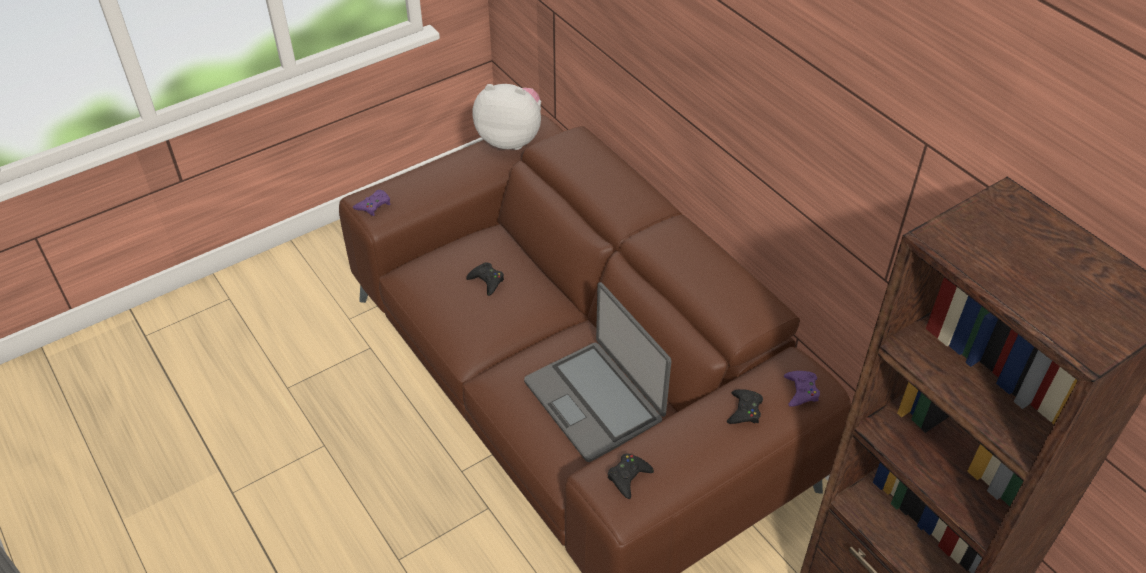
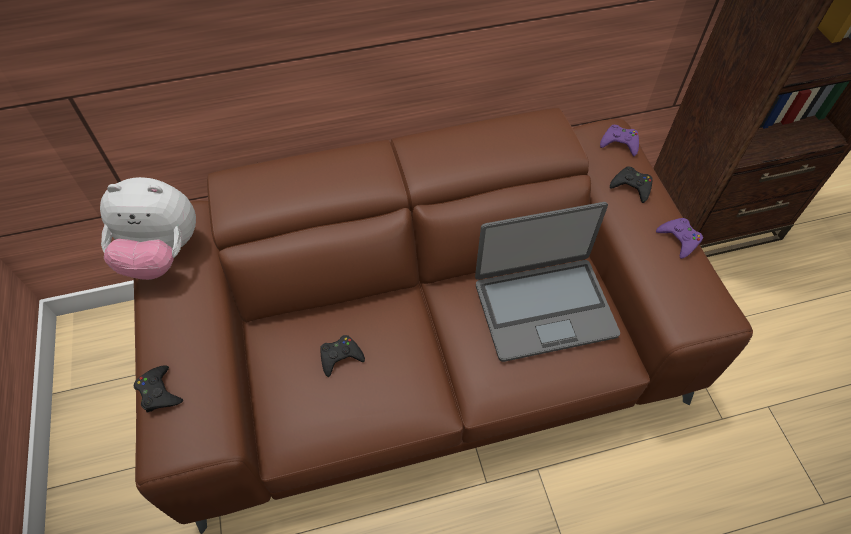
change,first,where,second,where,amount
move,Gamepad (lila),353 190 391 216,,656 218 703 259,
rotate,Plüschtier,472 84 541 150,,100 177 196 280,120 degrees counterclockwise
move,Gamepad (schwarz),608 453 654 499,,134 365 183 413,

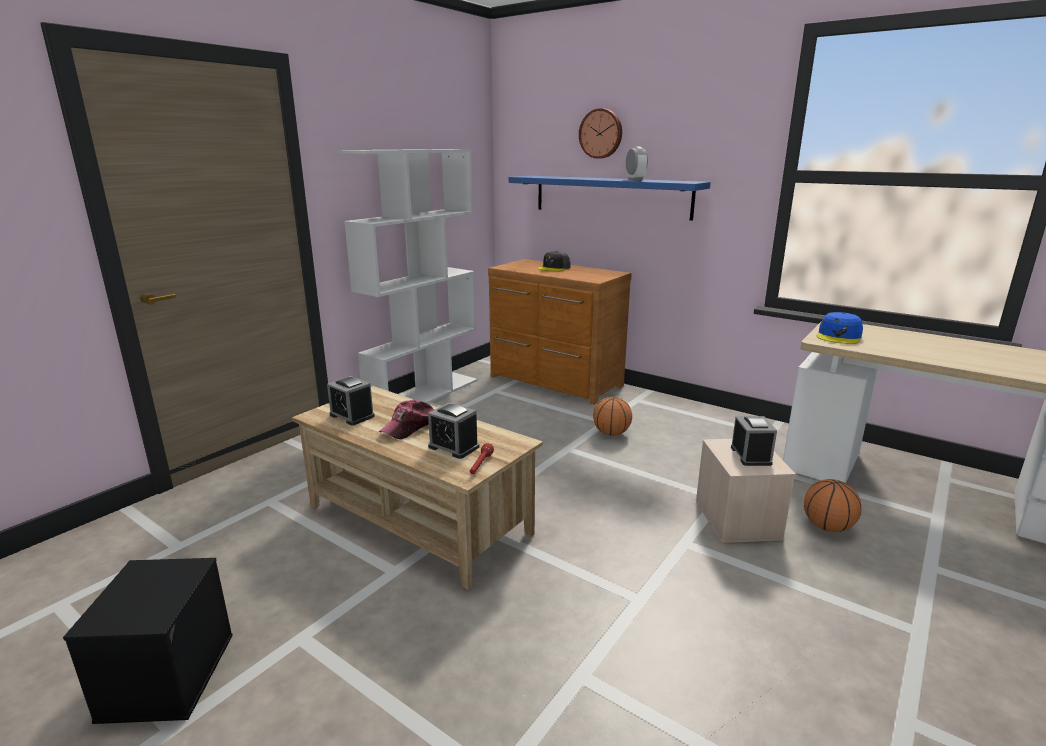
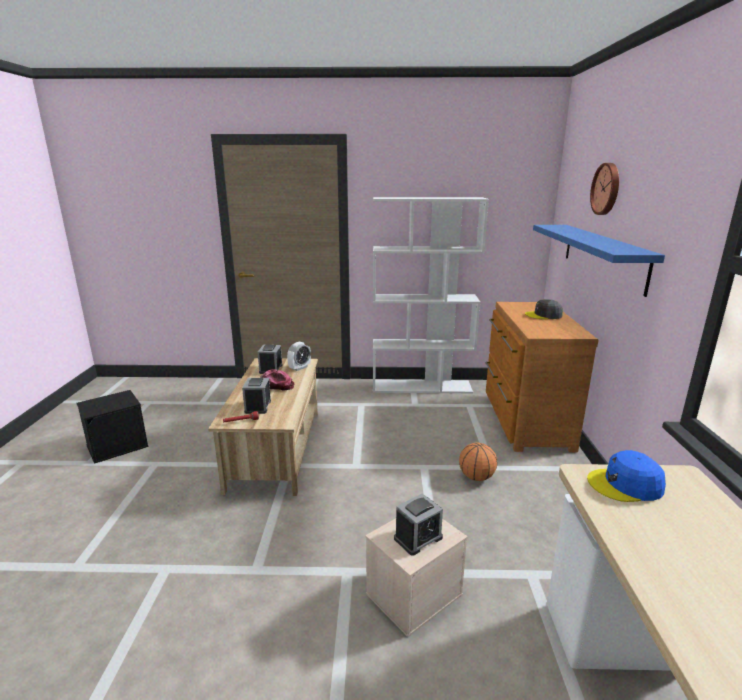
change,first,where,second,where,amount
move,Wecker,626 147 648 181,,287 342 311 371,
delete,Basketball,804 479 861 532,,,

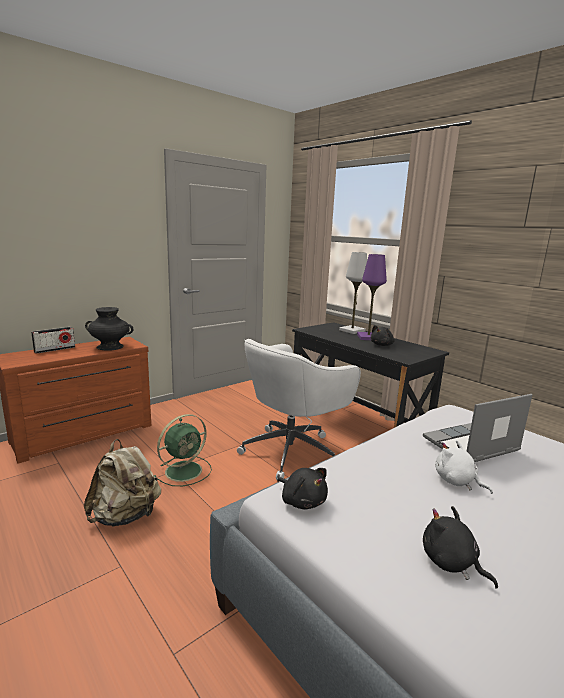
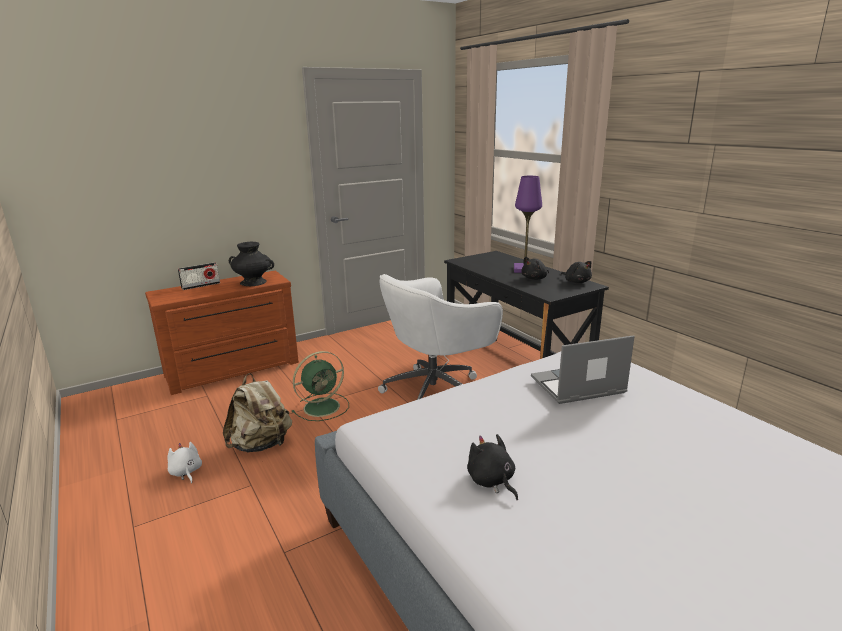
change,first,where,second,where,amount
move,Plüschtier (schwarz),277 468 328 510,,560 261 592 283,
delete,Tischlampe (weiß),339 252 367 334,,,
move,Plüschtier (weiß),435 440 493 494,,167 442 202 484,

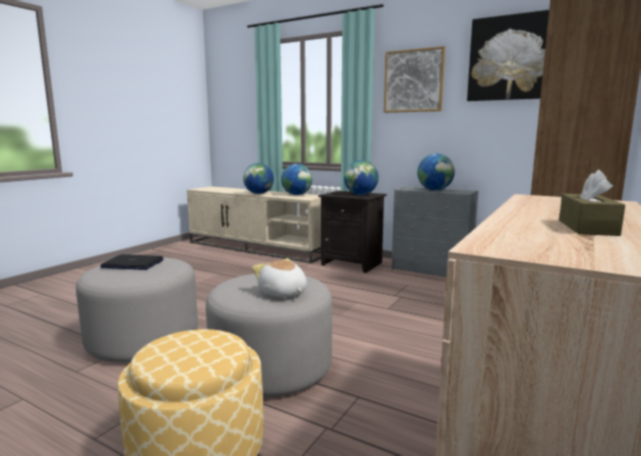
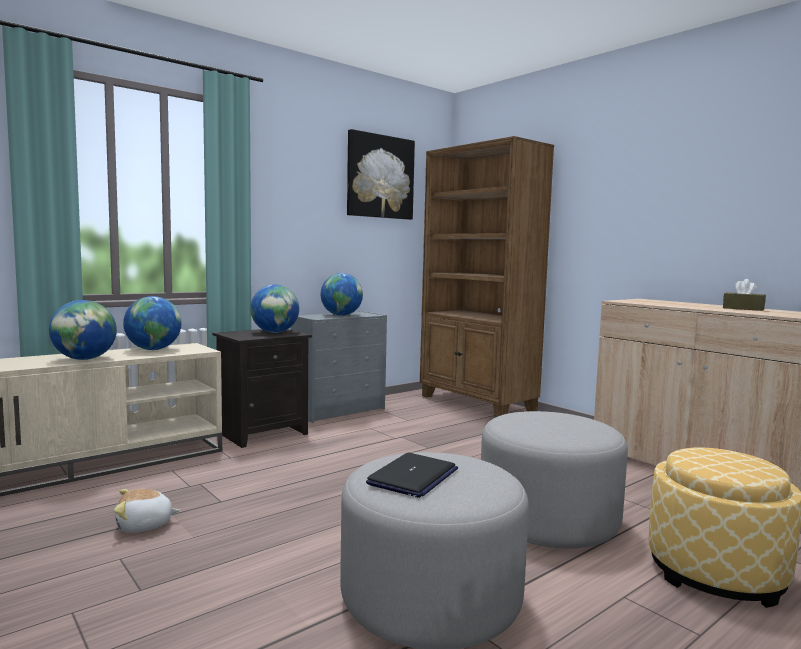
change,first,where,second,where,amount
move,Plüschtier,252 258 307 297,,114 489 180 533,
delete,Bild,384 46 445 113,,,

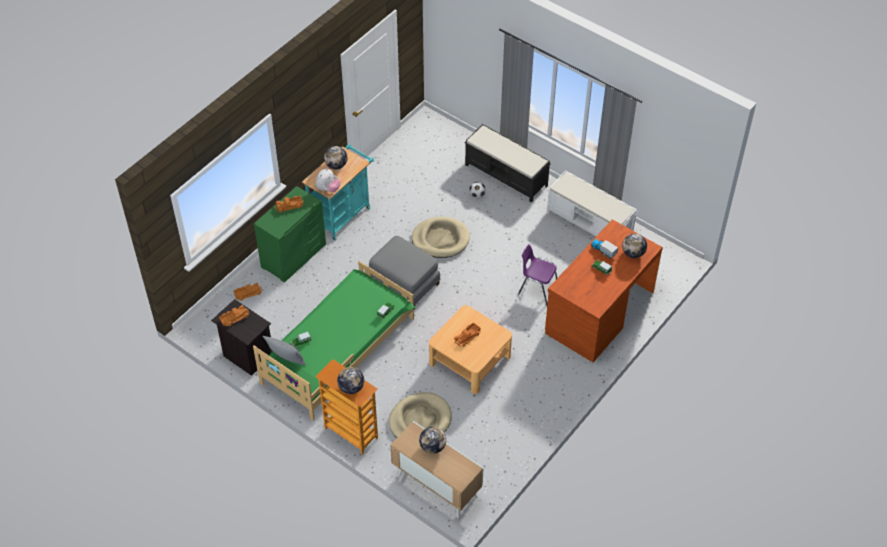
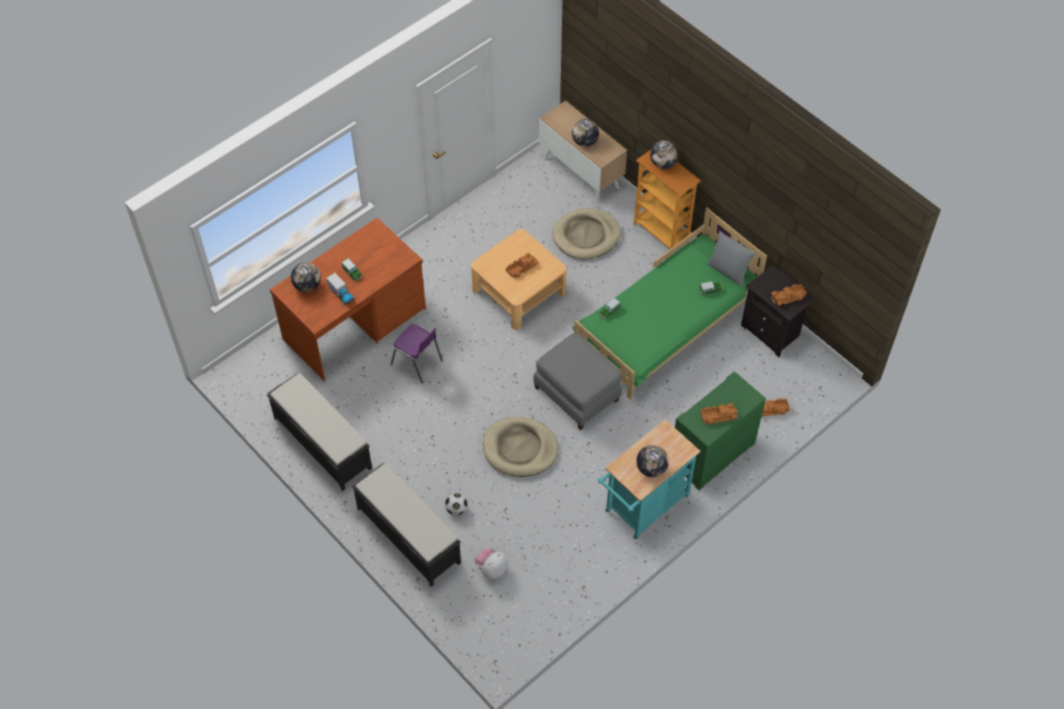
change,first,where,second,where,amount
move,Plüschtier,315 168 341 192,,475 548 508 579,
recolor,Bank (weiß),547 170 638 236,Bank (schwarz),267 373 372 491,

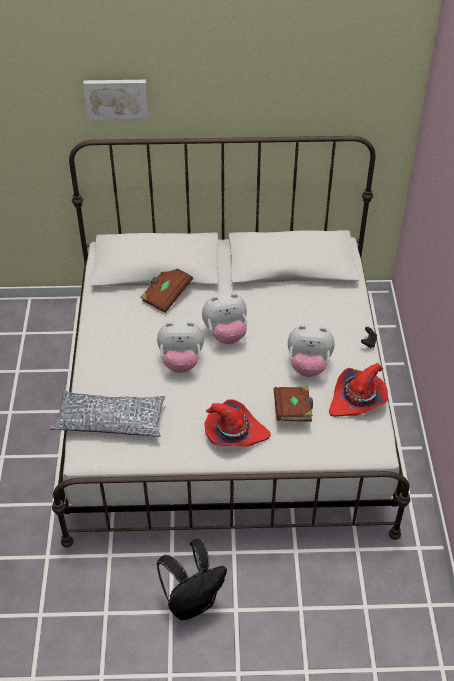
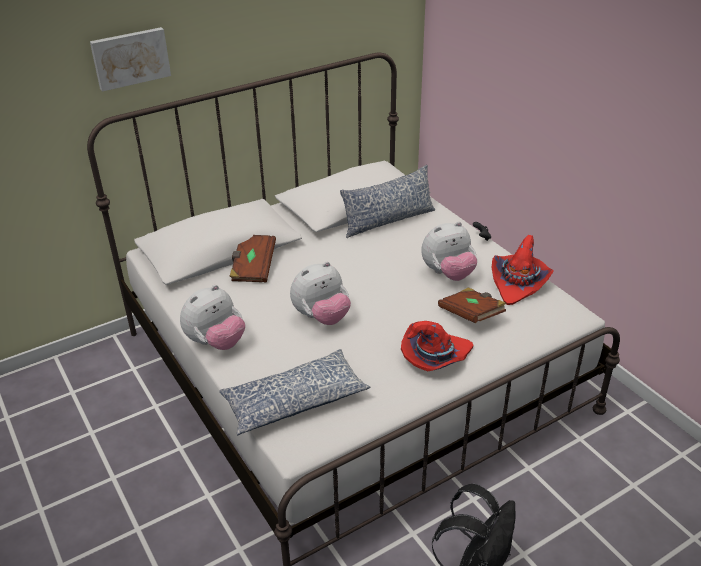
change,first,where,second,where,amount
move,Plüschtier,202 292 247 344,,180 285 245 350,
insert,,,Kissen,340 165 435 238,

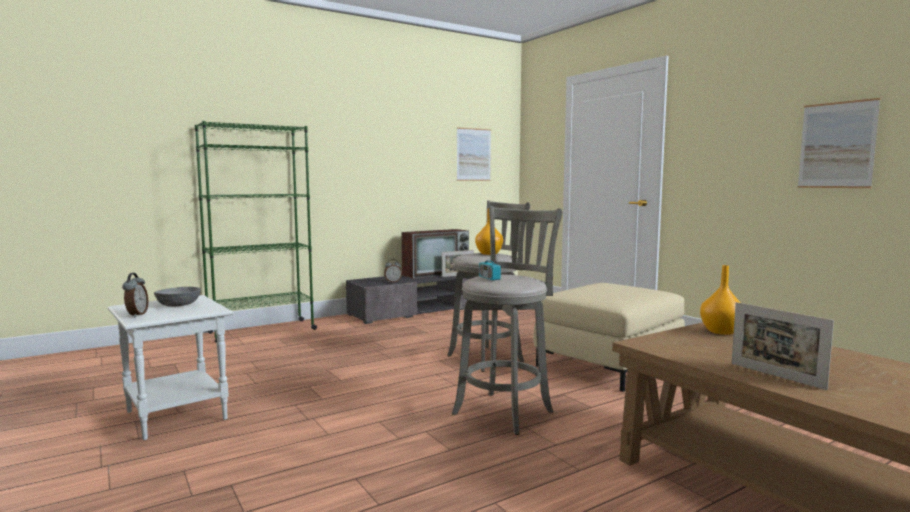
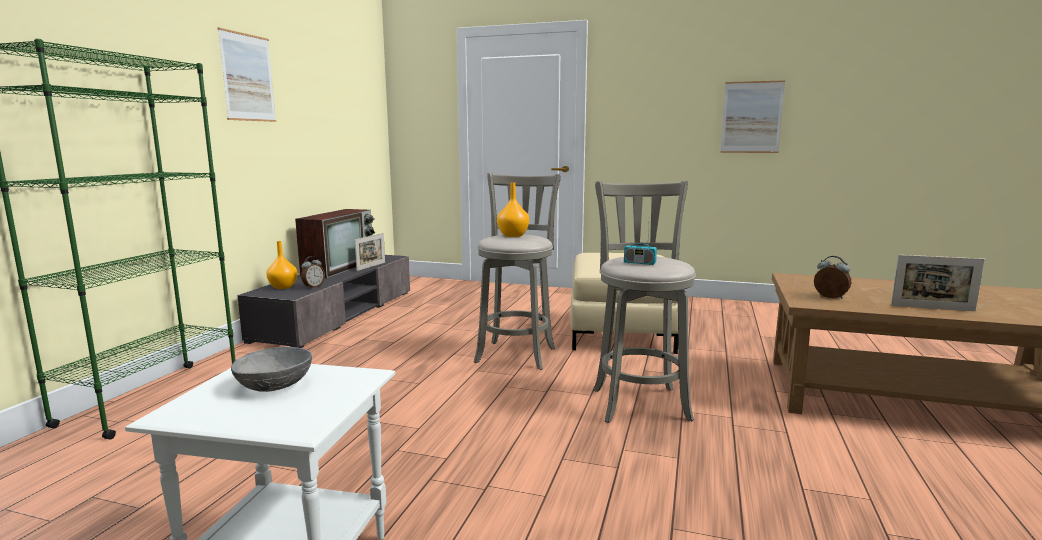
change,first,where,second,where,amount
move,Wecker,122 273 148 317,,814 256 851 299,
move,Bild,457 127 491 181,,218 28 276 122,
move,Vase (orange),700 265 741 335,,266 241 298 289,

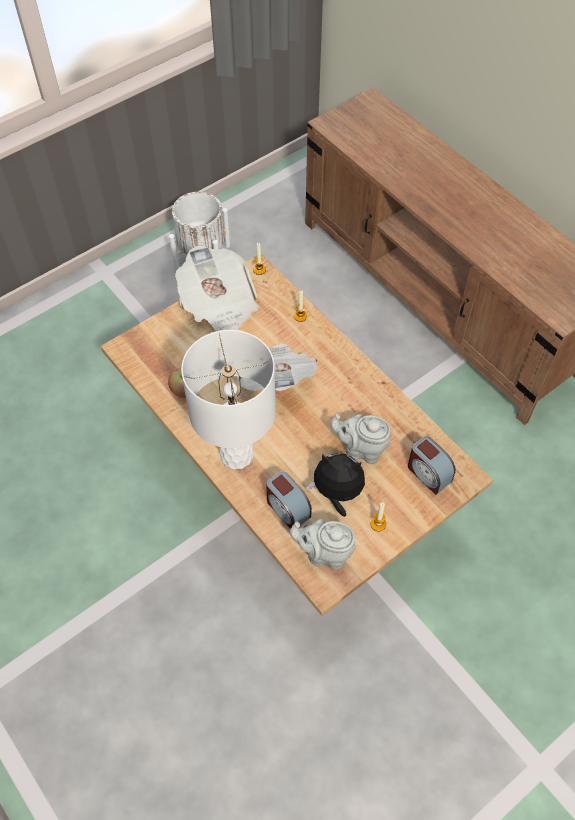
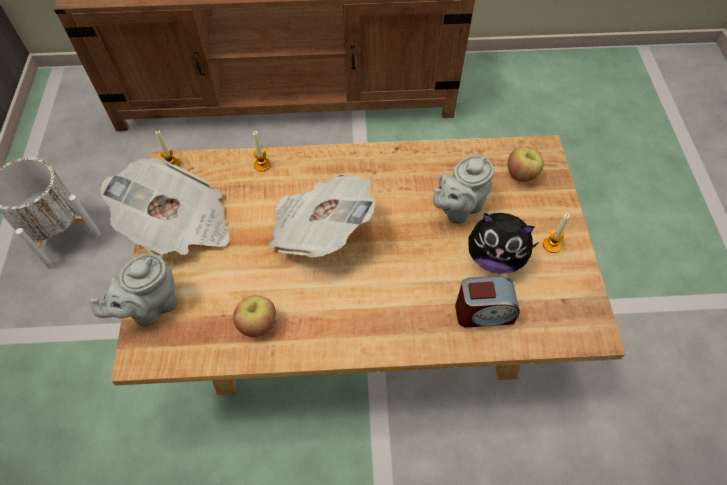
change,first,where,second,where,amount
delete,Tischlampe (weiß),181 330 276 470,,,
move,Teekanne (grau),290 519 356 570,,90 254 177 326,
rotate,Plüschtier,306 453 365 517,,469 213 539 274,120 degrees counterclockwise
replace,Wecker,408 436 456 495,Apfel,508 146 544 182,

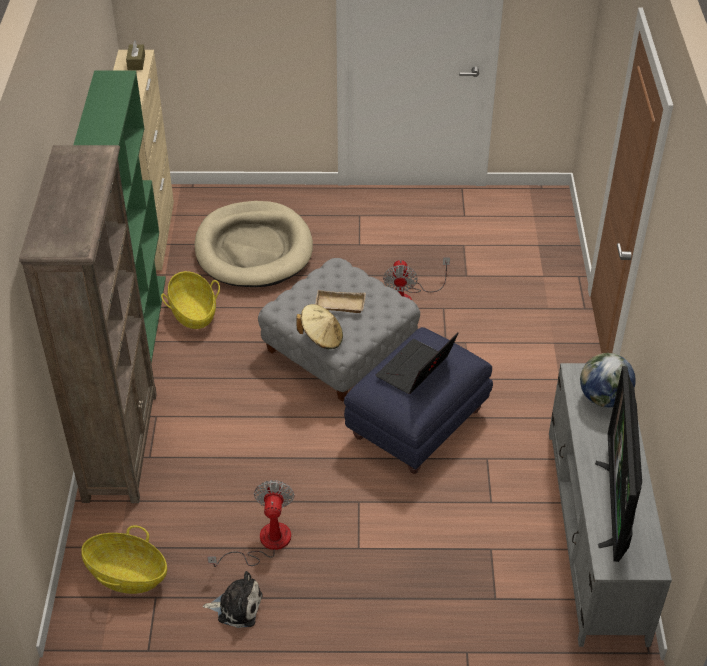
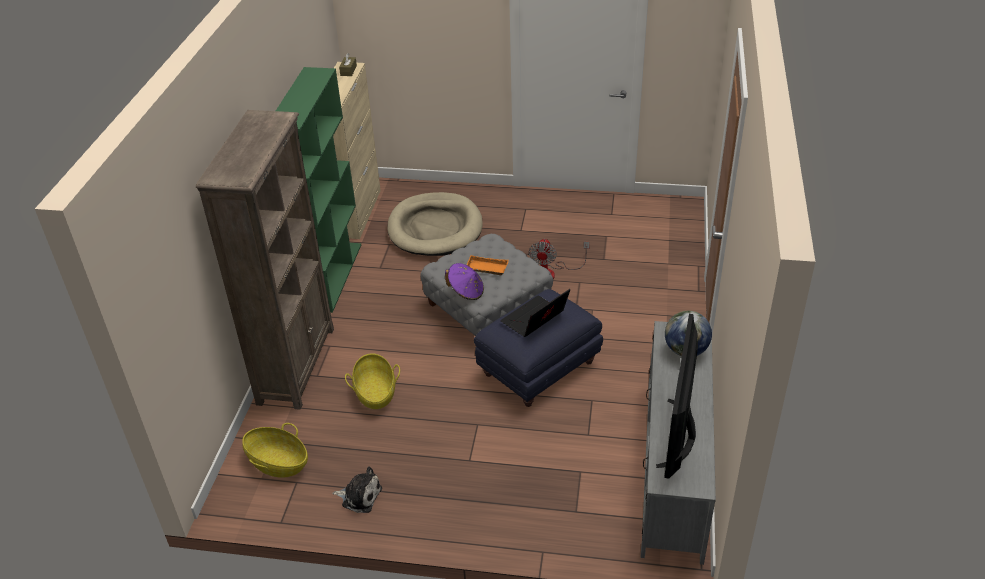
change,first,where,second,where,amount
move,Korb,161 271 220 329,,345 353 400 409,
delete,Ventilator,207 480 295 567,,,
recolor,Hut (beige),297 304 343 349,Hut (lila),445 263 484 300,
recolor,Tablett (beige),315 290 366 313,Tablett (orange),467 255 509 275,

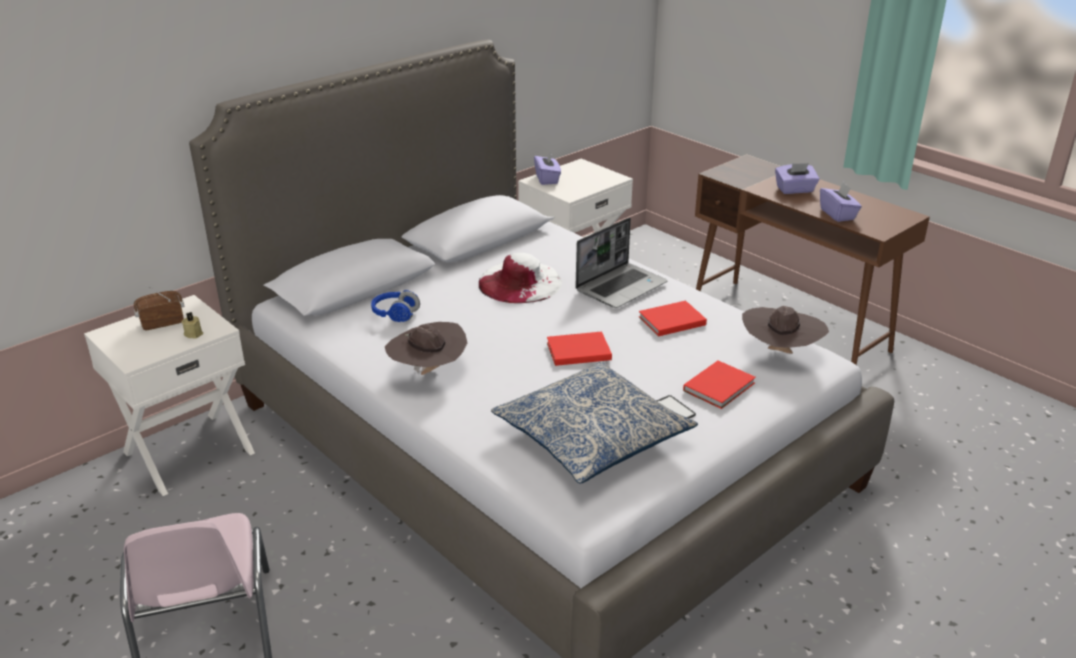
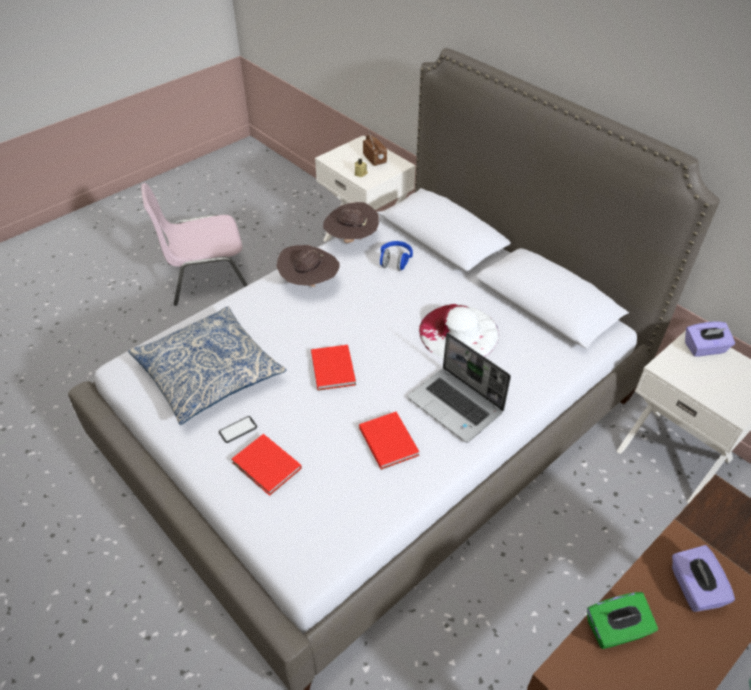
change,first,where,second,where,amount
move,Hut (braun),742 306 829 354,,323 202 379 243,
recolor,Taschentuchbox (lila),820 182 862 222,Taschentuchbox (grün),587 592 658 649,

